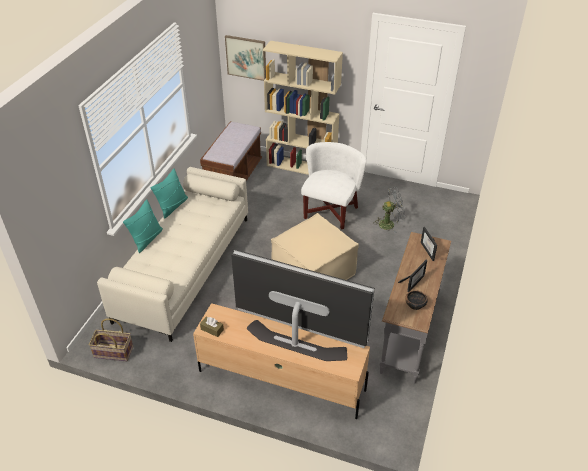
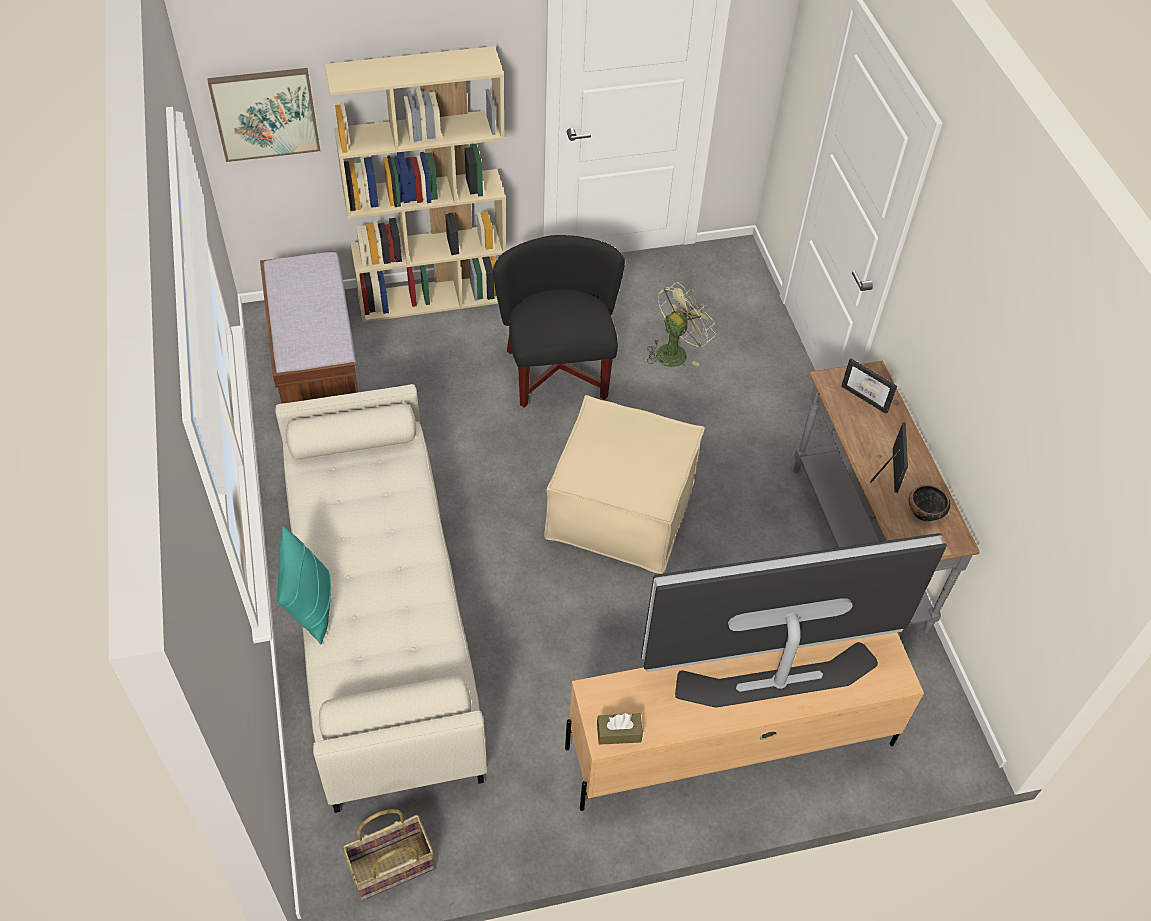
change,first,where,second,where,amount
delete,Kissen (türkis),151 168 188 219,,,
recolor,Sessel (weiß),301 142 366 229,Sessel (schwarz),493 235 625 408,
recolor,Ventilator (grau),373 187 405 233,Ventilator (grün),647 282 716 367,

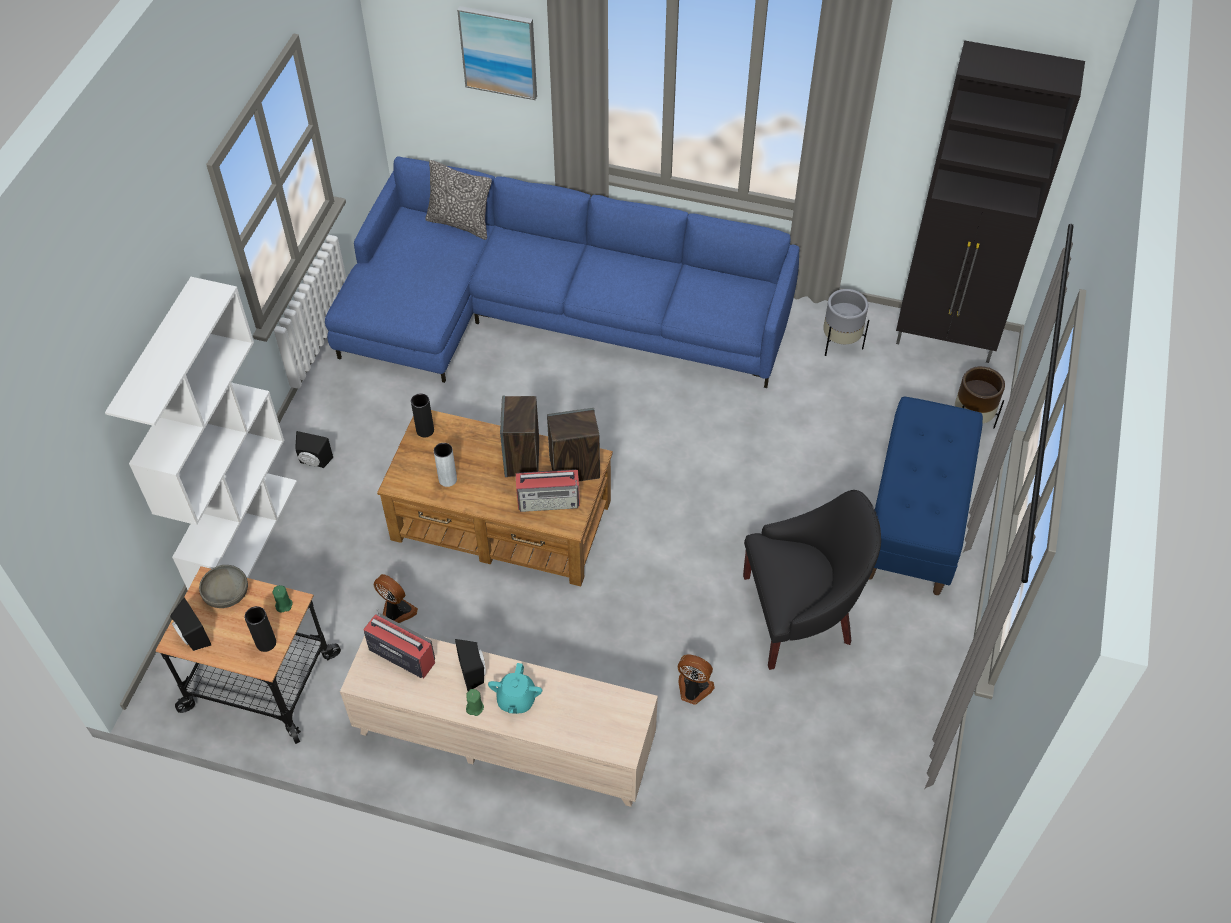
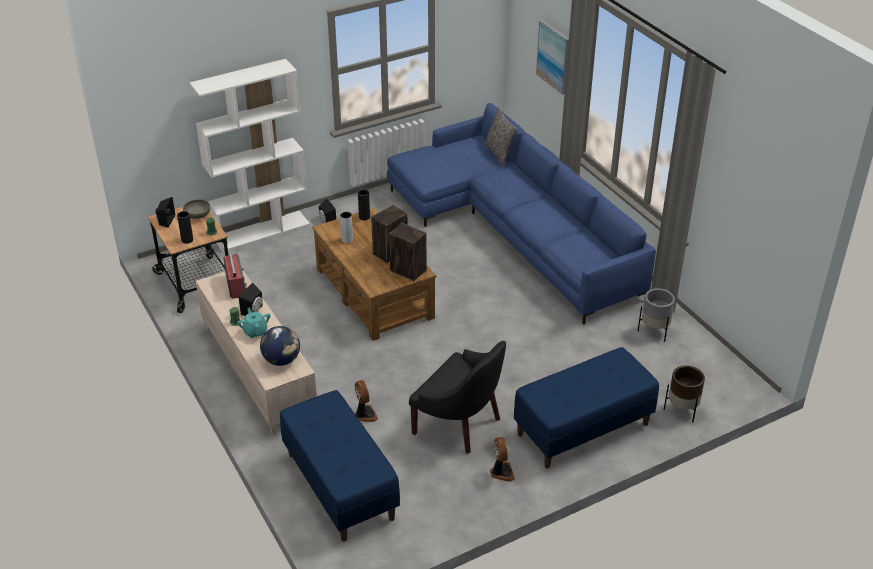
change,first,where,second,where,amount
move,Ventilator,374 574 418 623,,490 437 515 482,
rotate,Teekanne (türkis),488 663 542 714,,237 307 270 338,105 degrees clockwise
delete,Radio,516 469 580 512,,,
delete,Schrank (schwarz),896 40 1085 363,,,
insert,,,Globus,260 326 300 366,
insert,,,Bank (blau),280 390 400 542,

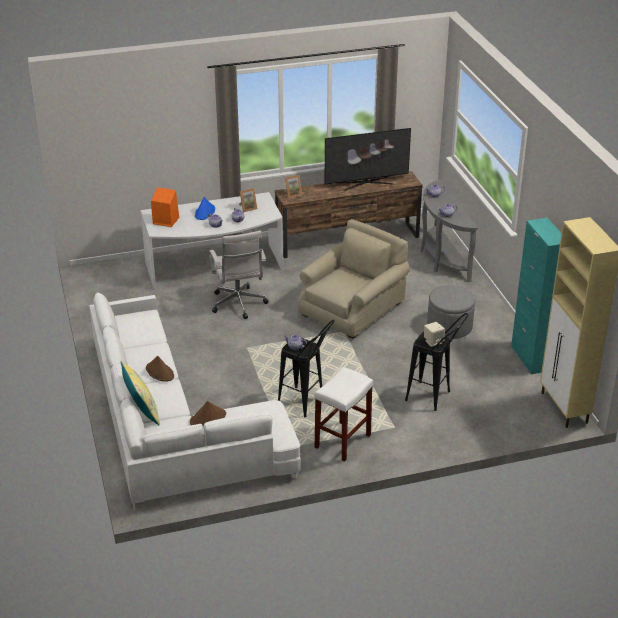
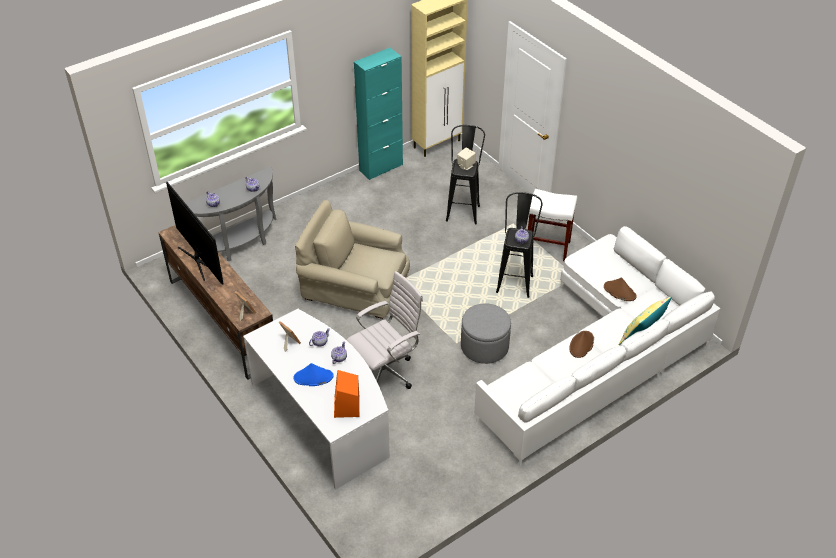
change,first,where,second,where,amount
move,Polsterhocker (grau),427 285 475 339,,461 303 511 364,

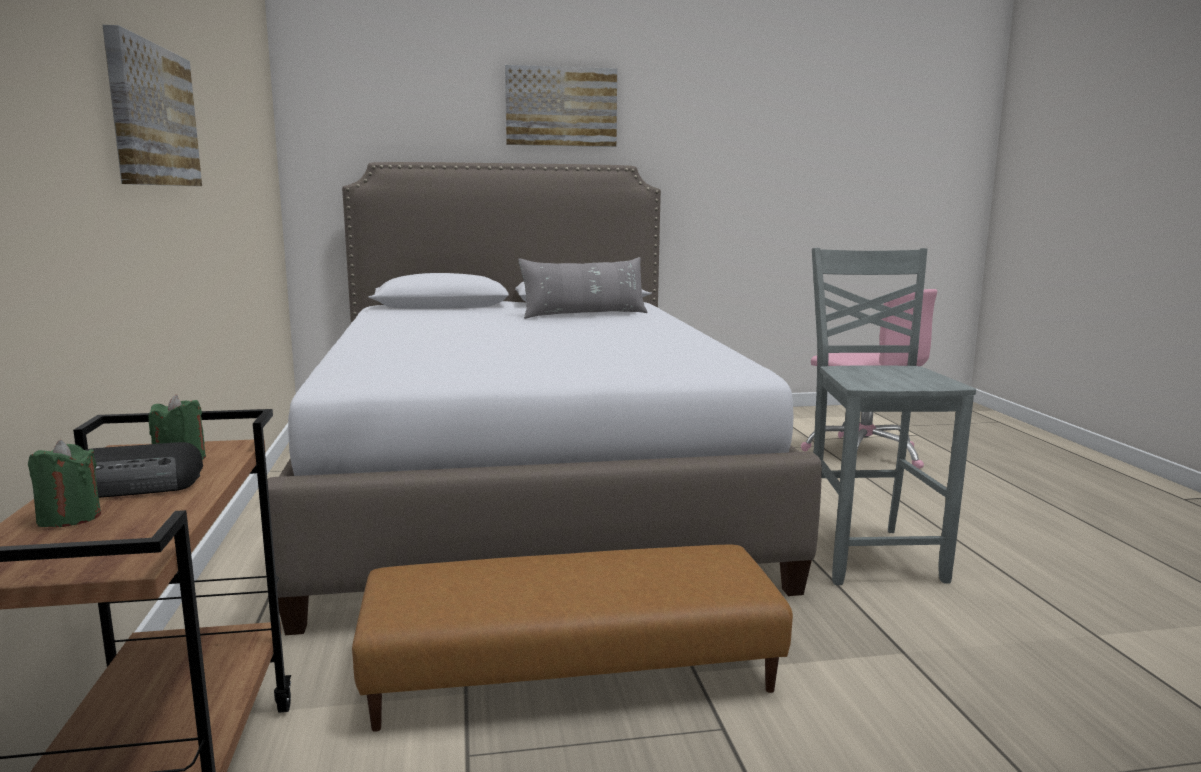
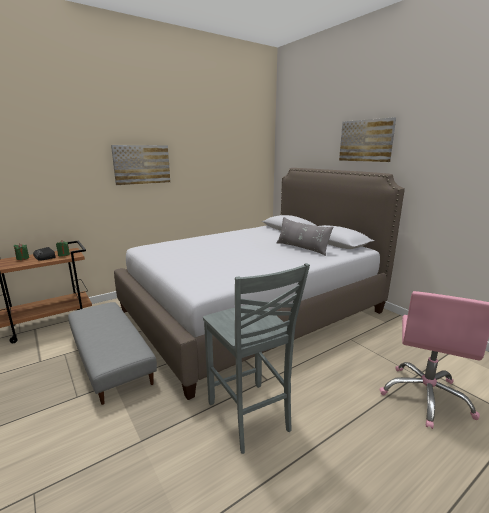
change,first,where,second,where,amount
recolor,Polsterhocker (braun),352 544 793 732,Polsterhocker (grau),68 302 157 405,
rotate,Stuhl (grau),812 248 976 585,,203 263 310 454,90 degrees clockwise

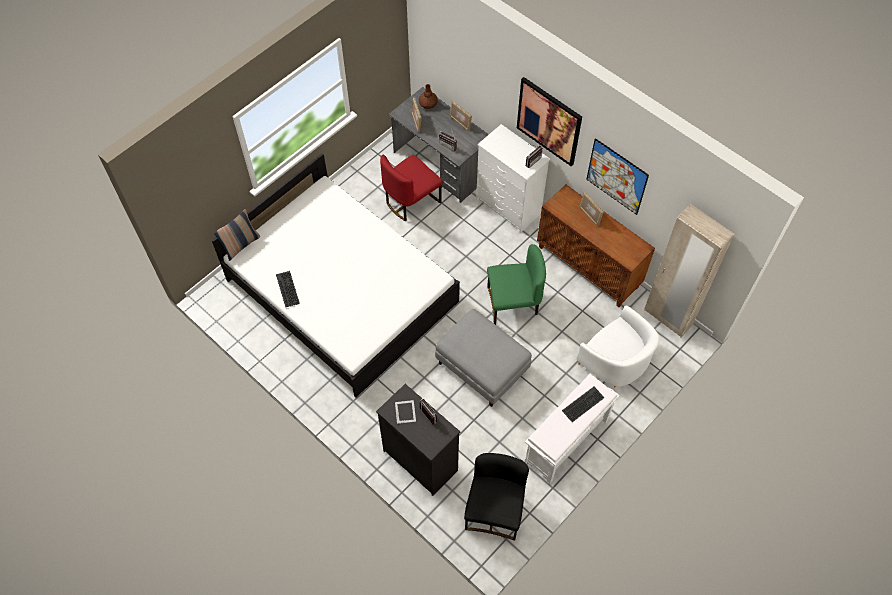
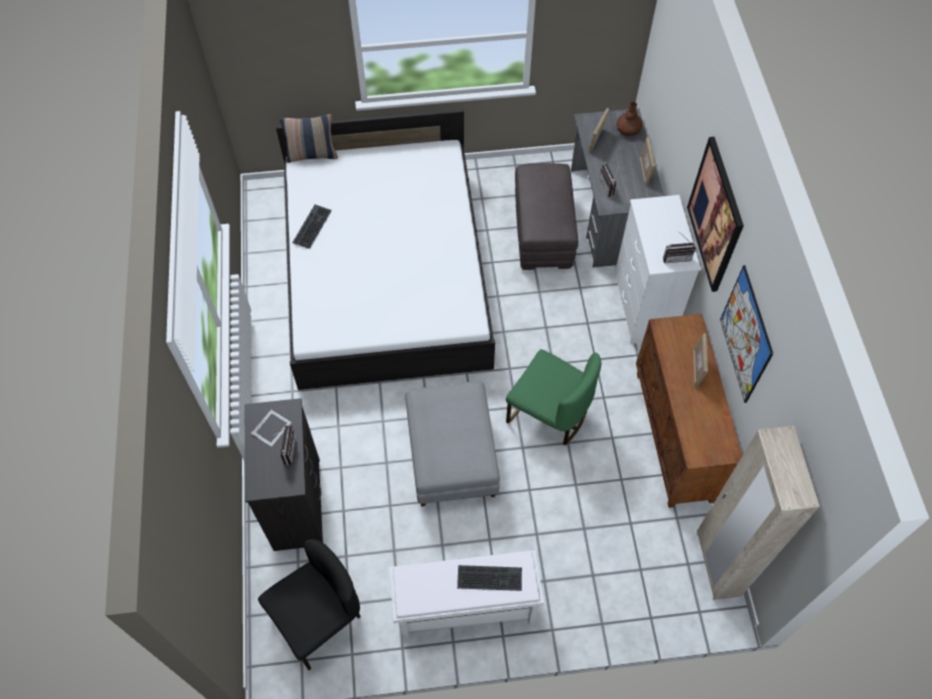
change,first,where,second,where,amount
replace,Stuhl (rot),380 154 443 221,Polsterhocker (grau),515 163 578 270,
delete,Sessel (weiß),577 305 659 387,,,

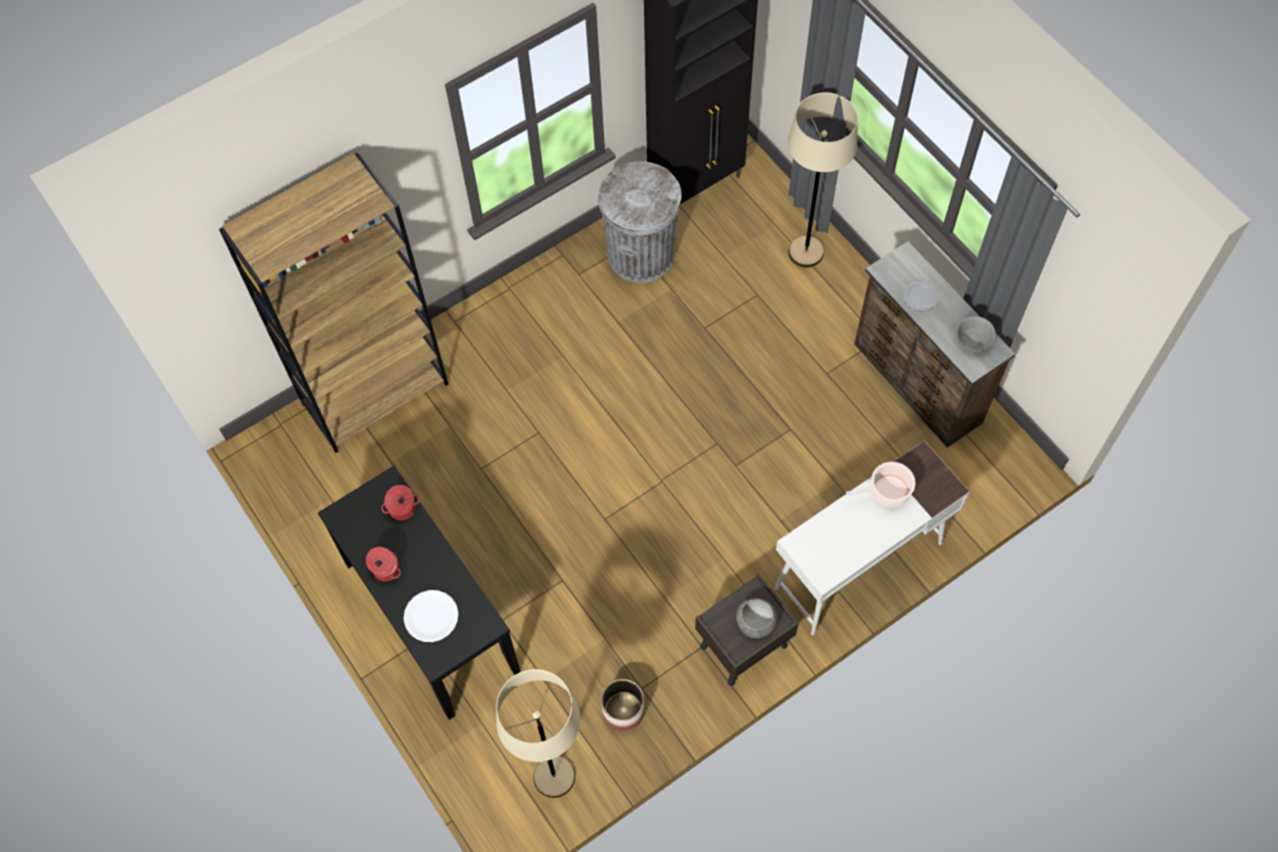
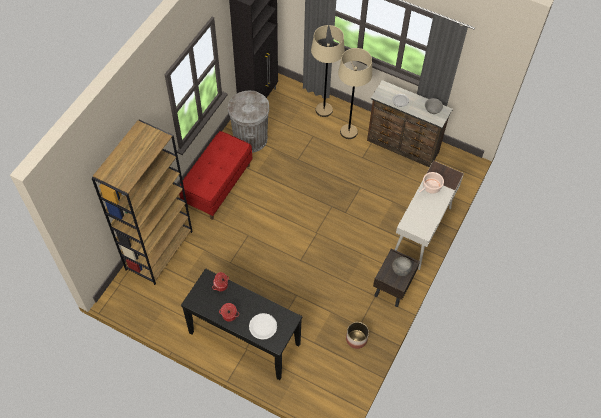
change,first,where,second,where,amount
move,Stehlampe (beige),496 669 580 798,,338 48 372 139,
insert,,,Bank (rot),179 131 252 220,

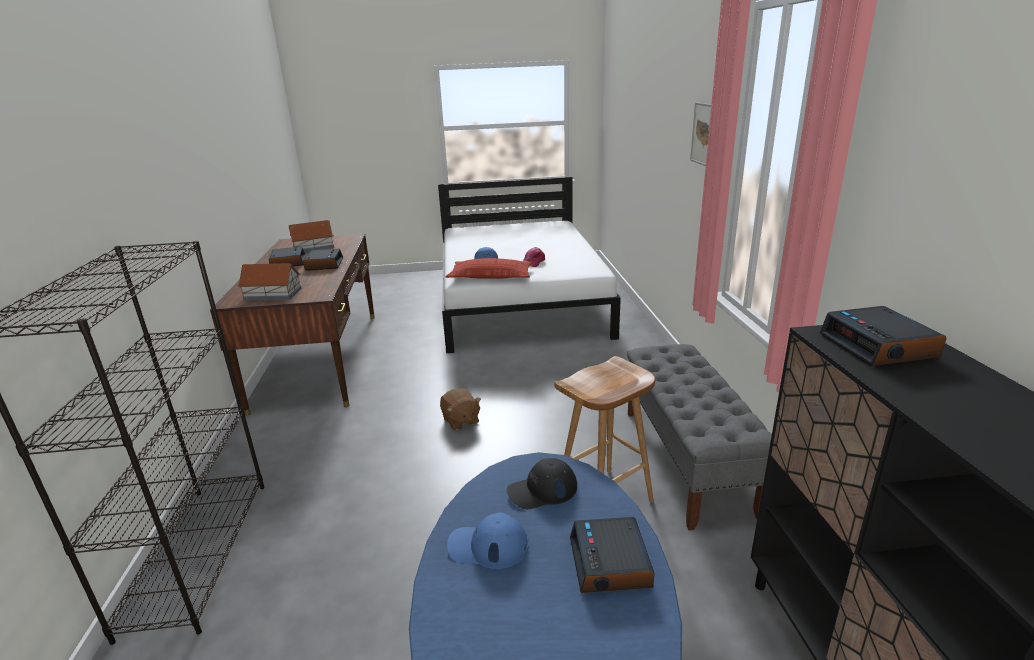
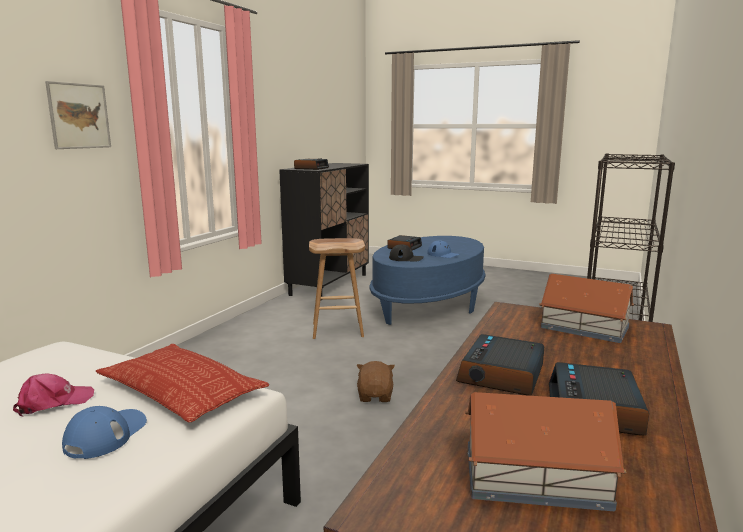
change,first,where,second,where,amount
delete,Bank (grau),627 344 772 530,,,

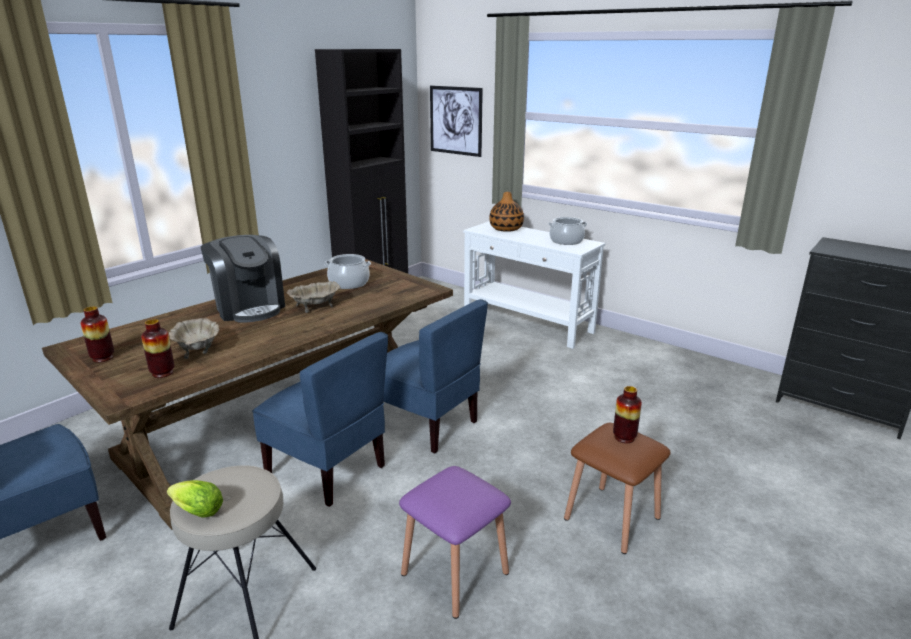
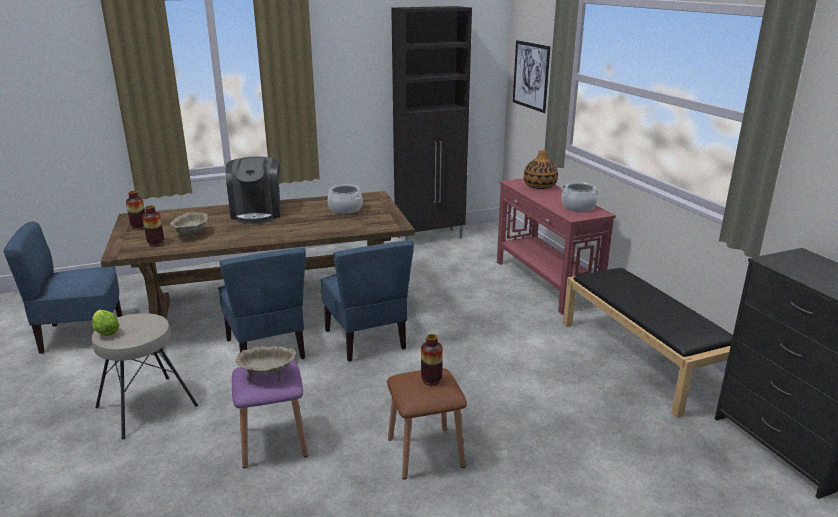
change,first,where,second,where,amount
move,Schüssel (beige),286 281 341 313,,236 346 296 382,
recolor,Konsolentisch (weiß),463 221 606 349,Konsolentisch (rot),497 178 616 315,
insert,,,Bank (schwarz),563 268 733 418,

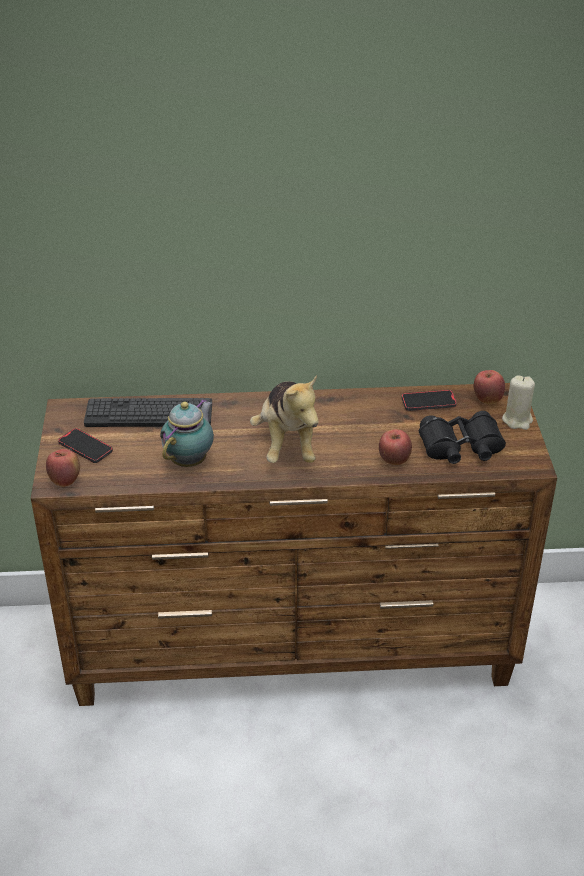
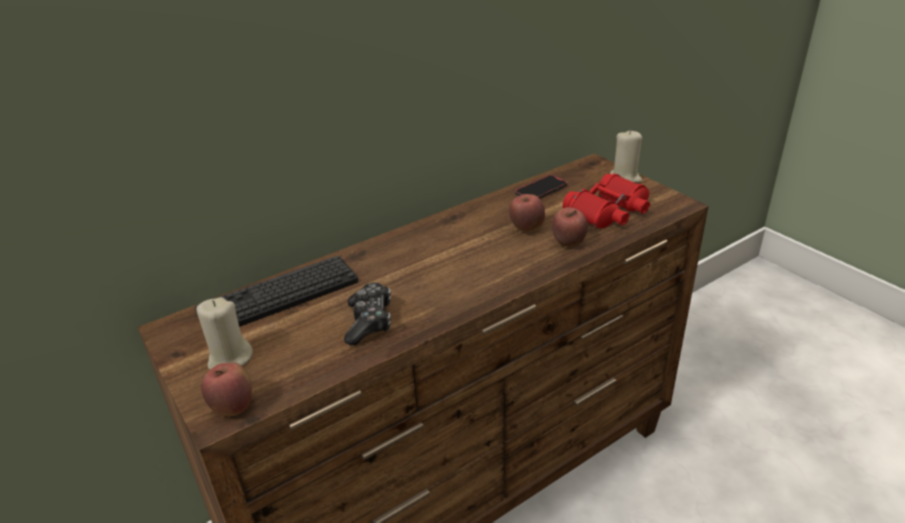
change,first,where,second,where,amount
replace,Handy,58 428 113 463,Kerze (beige),197 297 253 370,
replace,Teekanne,160 399 214 467,Gamepad,344 283 391 345,
delete,Plüschtier,250 375 319 463,,,
recolor,Fernglas (schwarz),419 411 506 464,Fernglas (rot),563 173 650 228,
move,Apfel,474 370 505 404,,509 194 545 232,

